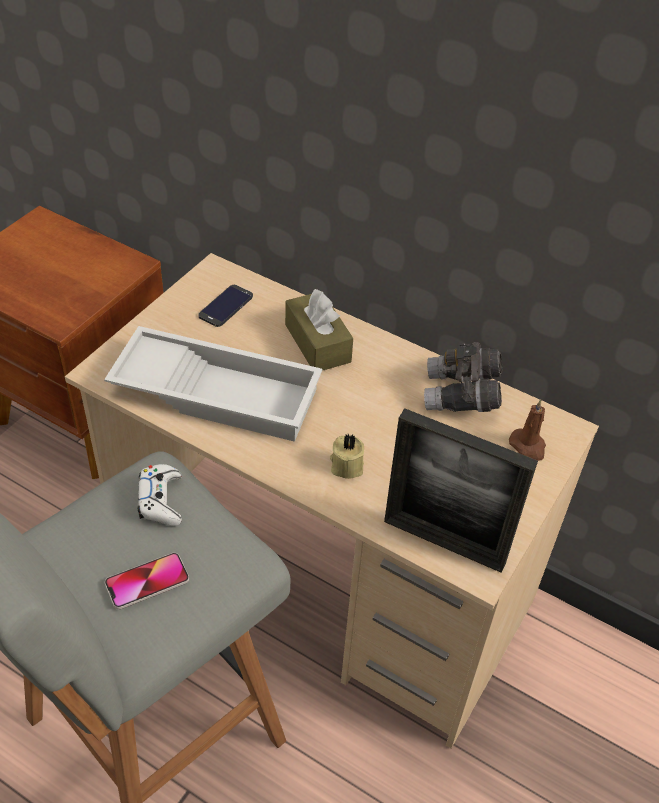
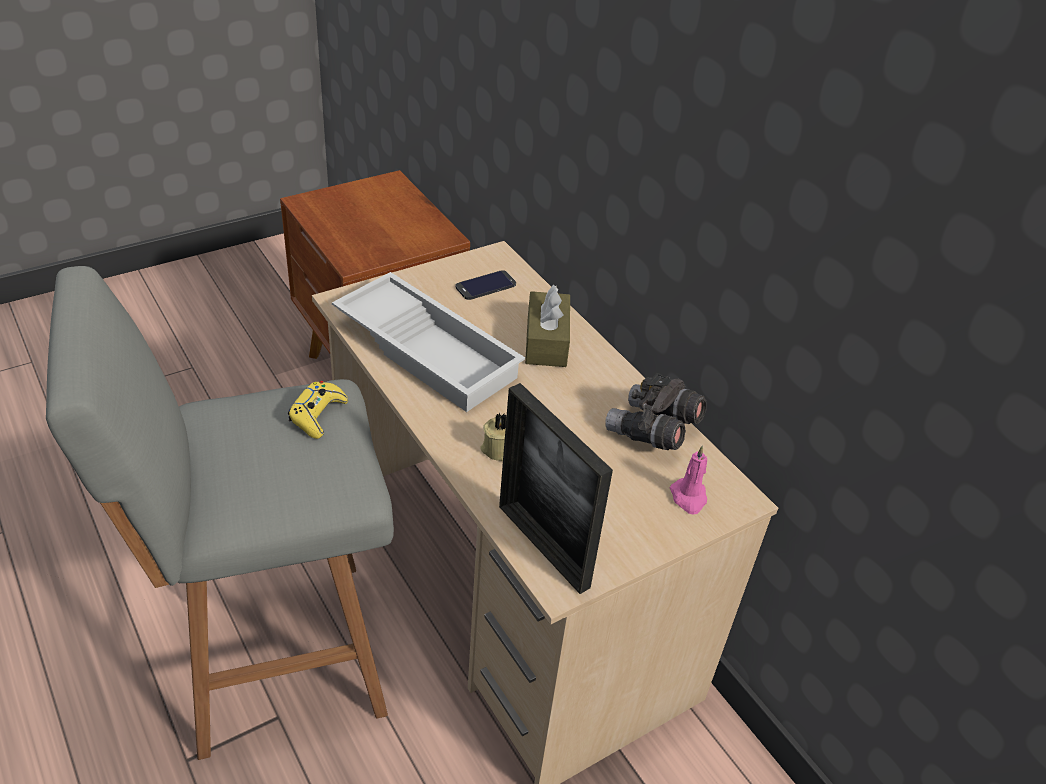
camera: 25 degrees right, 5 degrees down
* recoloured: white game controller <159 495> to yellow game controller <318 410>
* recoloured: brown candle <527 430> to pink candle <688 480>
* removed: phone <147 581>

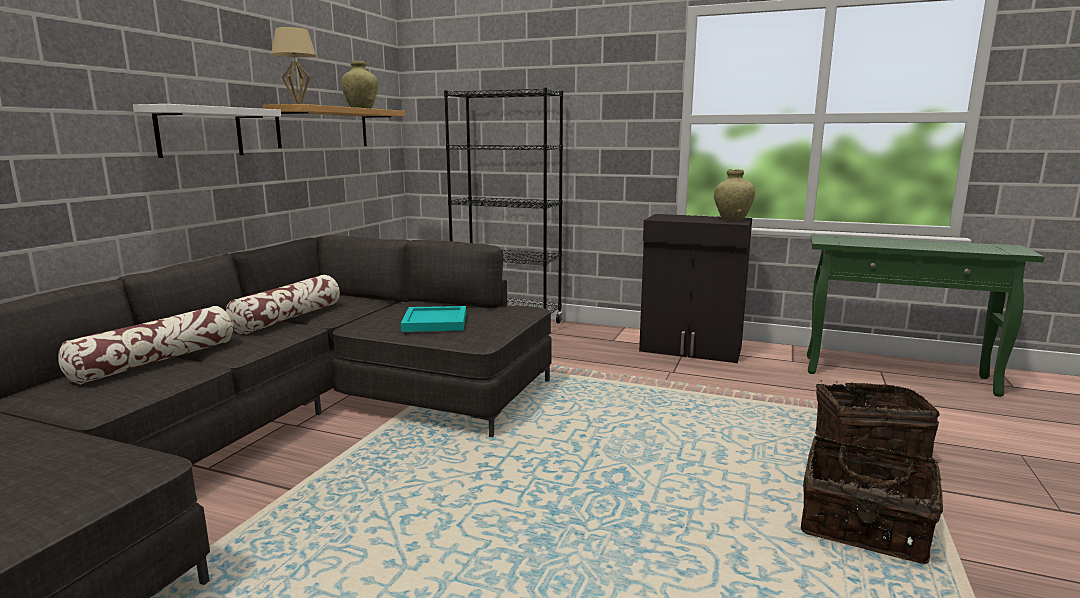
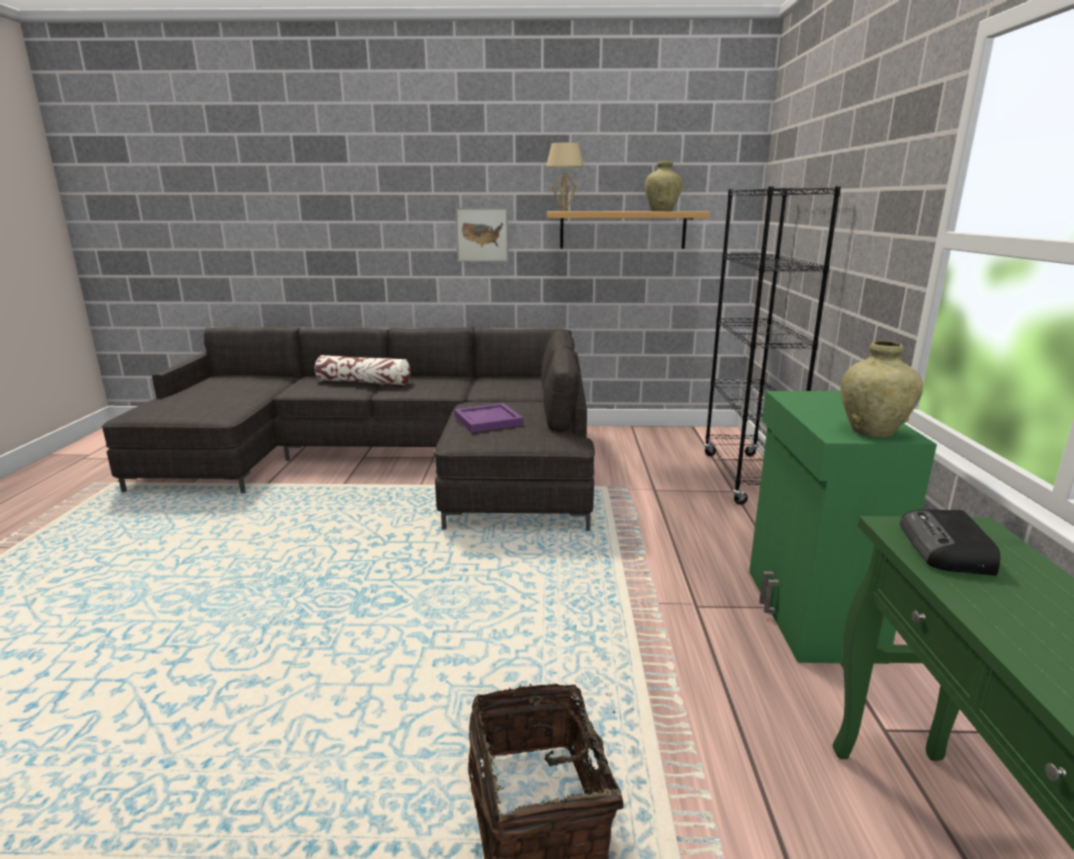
camera: 70 degrees right, 5 degrees up
* recoloured: turquoise tray <433 319> to purple tray <488 418>
* replaced: white shelf <207 131> to picture <482 235>
* recoloured: black cabinet <695 288> to green cabinet <843 527>
* added: radio <950 542>
* removed: pillow <283 304>
* removed: basket <872 500>

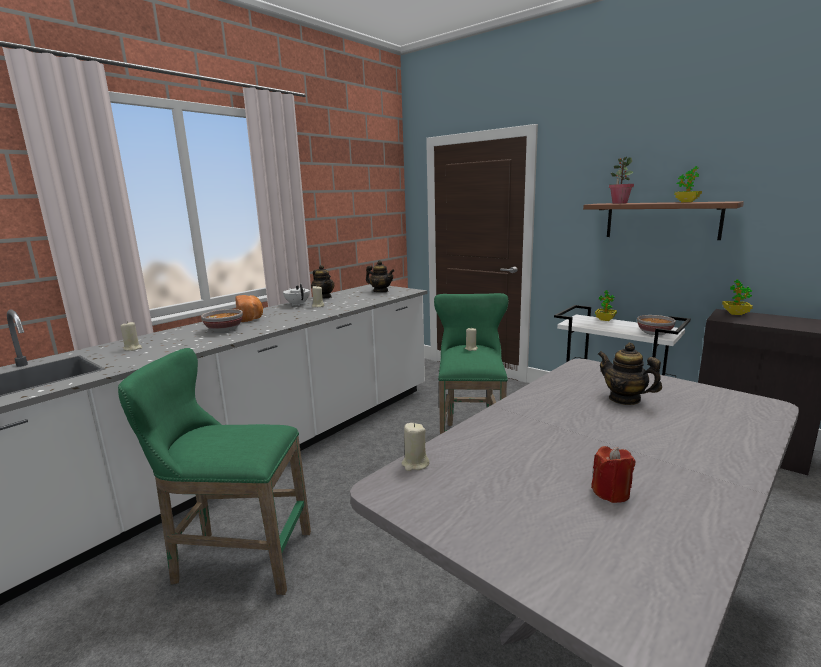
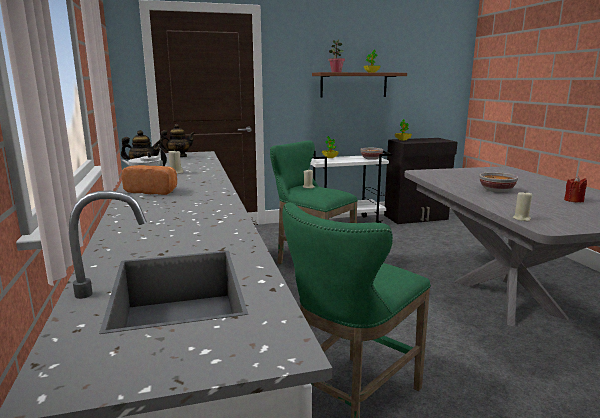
camera: 55 degrees left, 0 degrees up
* moved: bowl <222 320> to <498 182>
* removed: beige candle <131 336>
* removed: teapot <630 374>

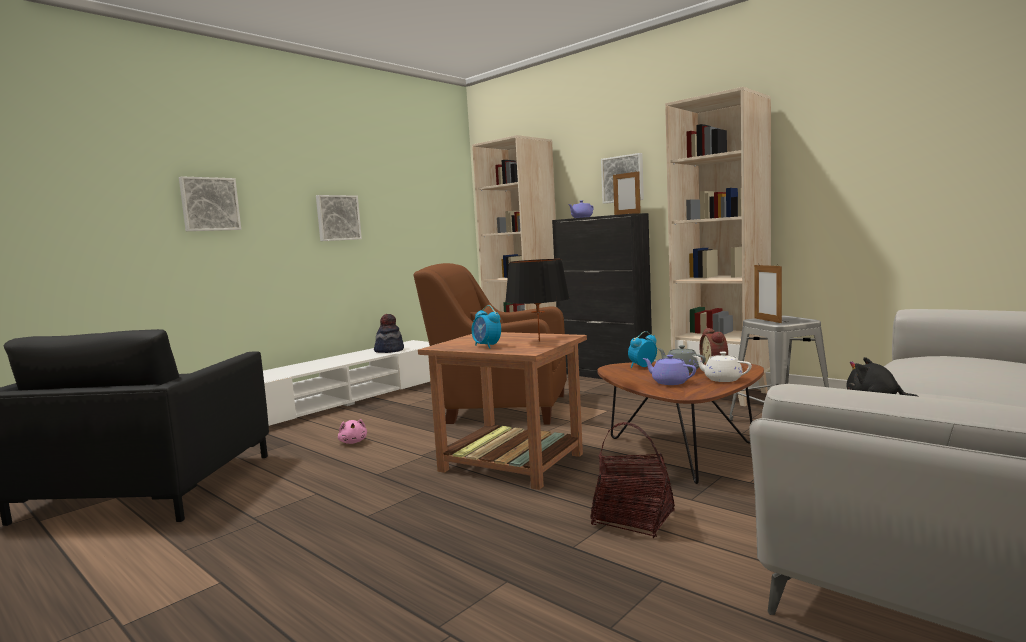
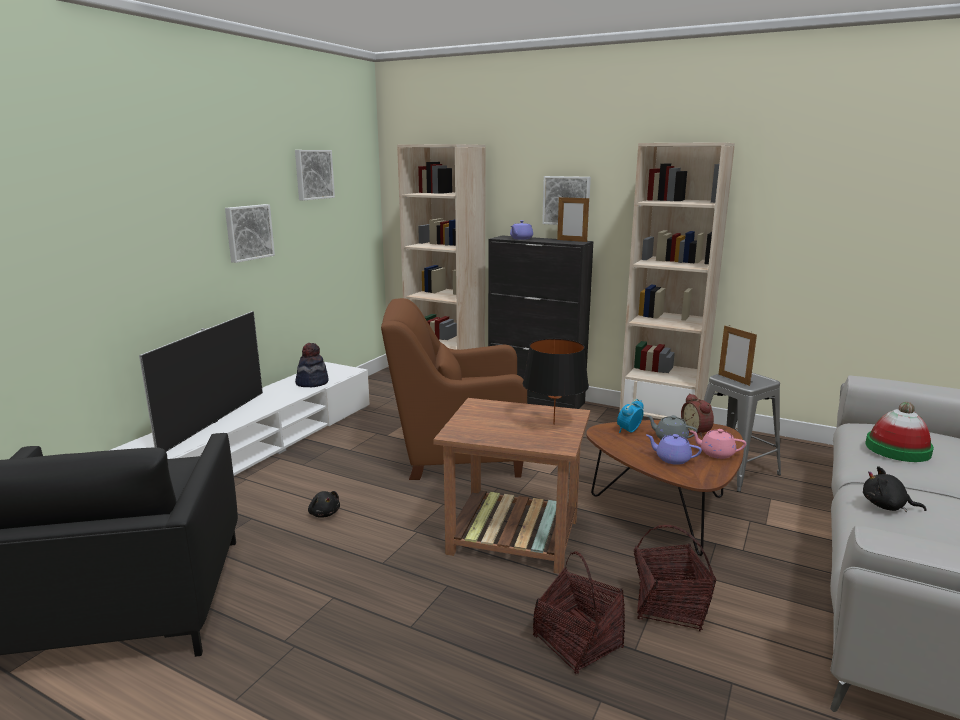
camera: 15 degrees left, 10 degrees up
* added: television <201 381>
* moved: picture <210 203> to <315 175>
* recoloured: pink plush toy <352 431> to black plush toy <324 504>
* added: basket <579 612>
* recoloured: white teapot <722 367> to pink teapot <718 444>
* added: hat <899 432>
* removed: alarm clock <486 326>

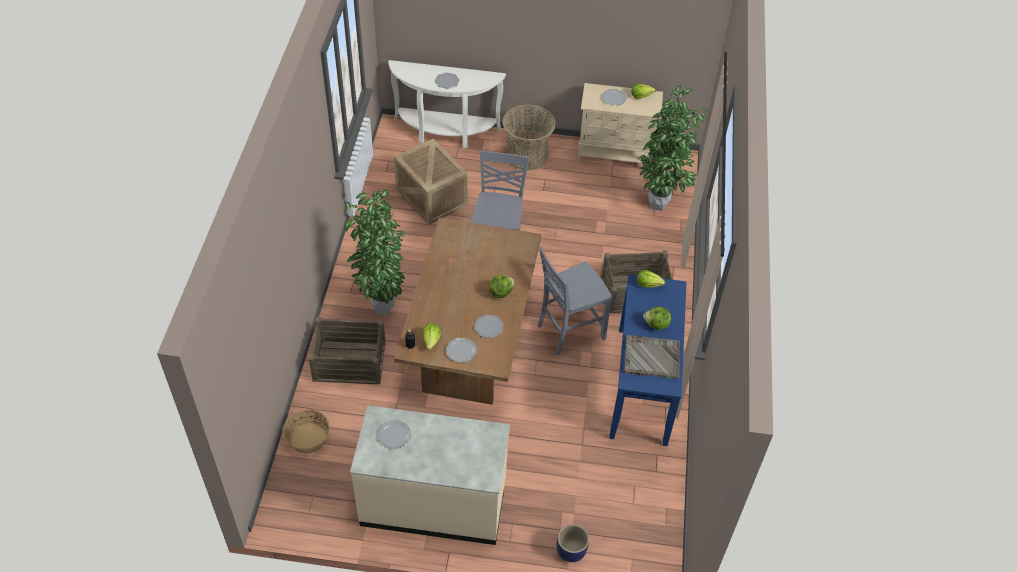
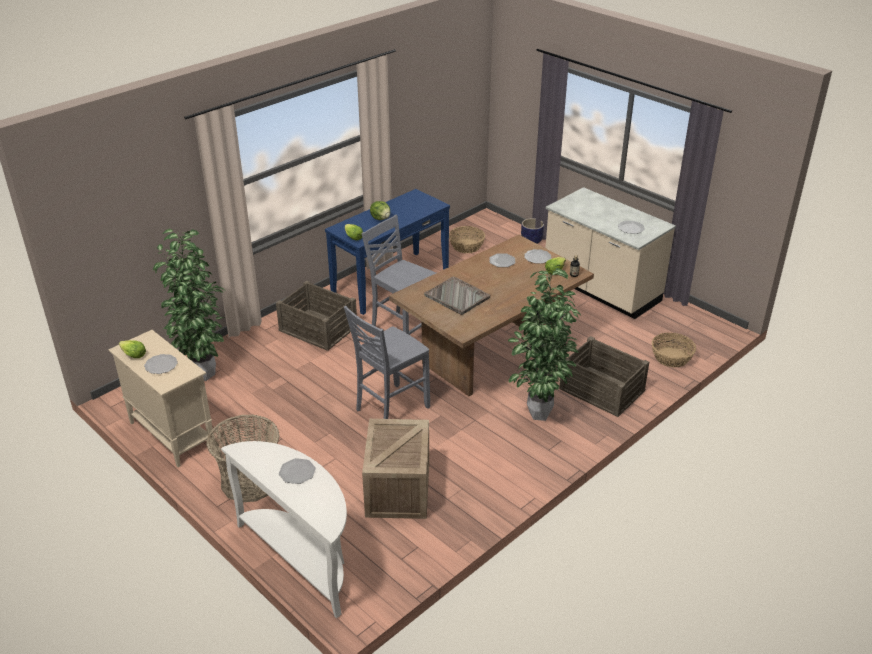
camera: 140 degrees left, 15 degrees down
* turned: grey chair <575 301> = <398 275> 150 degrees counterclockwise
* moved: grey tray <652 357> to <457 295>
* added: basket <467 239>
* removed: lettuce <502 286>

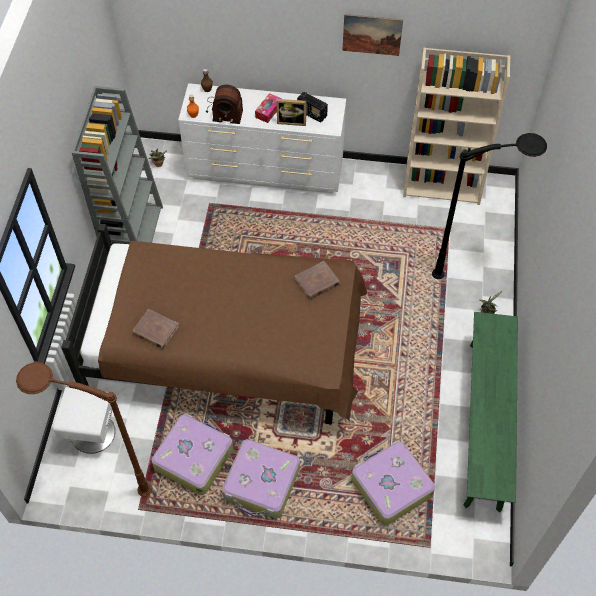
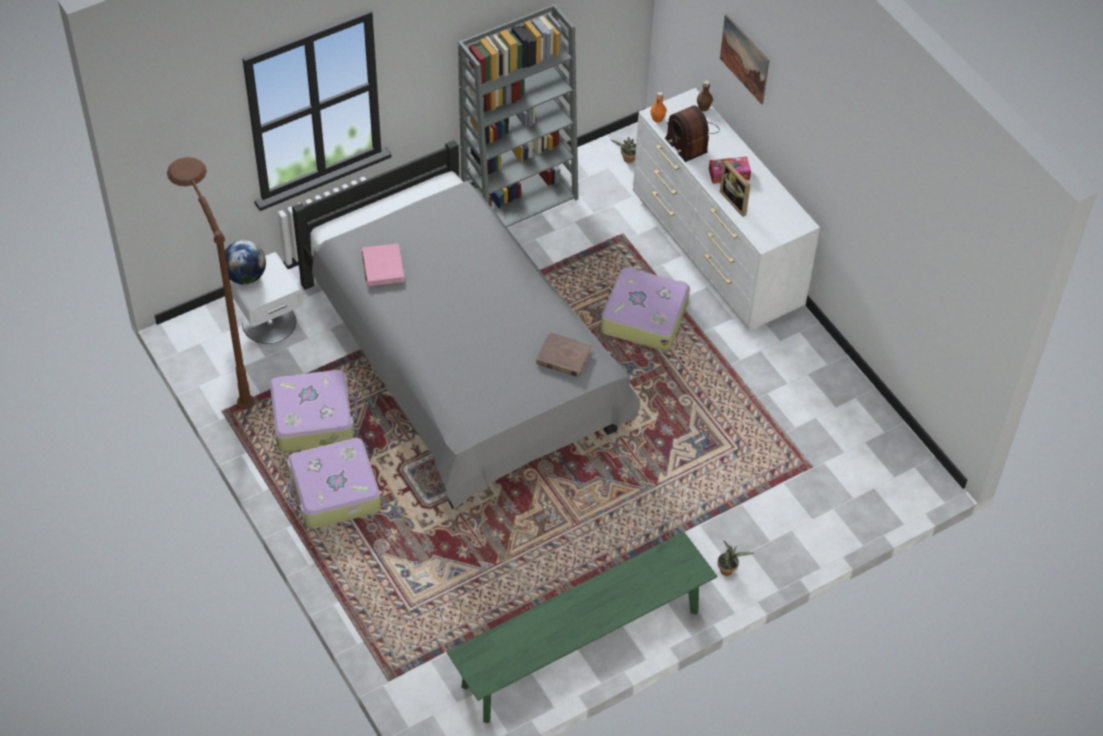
camera: 50 degrees right, 5 degrees down
* added: globe <245 262>
* recoloured: brown bed <214 324> to grey bed <466 324>
* recoloured: brown book <155 329> to pink book <382 264>
* moved: suitcase <393 483> to <645 309>
* moved: picture <372 35> to <744 59>
* removed: radio <312 107>
* removed: beige bookcase <456 126>
* removed: black floor lamp <489 206>

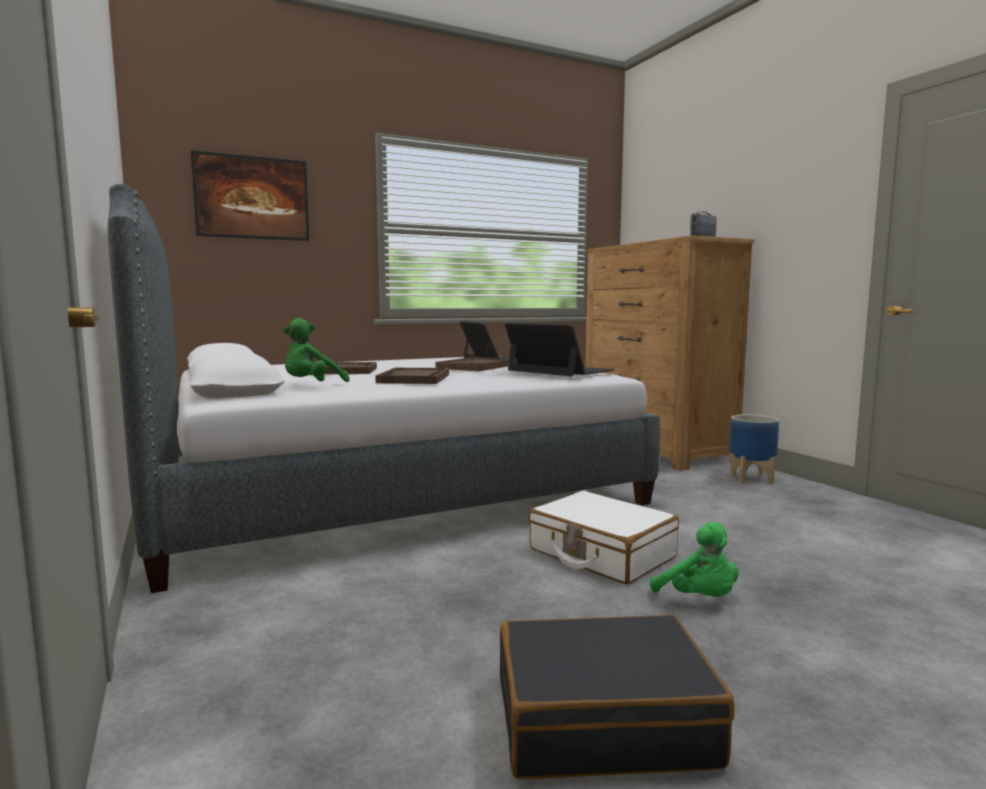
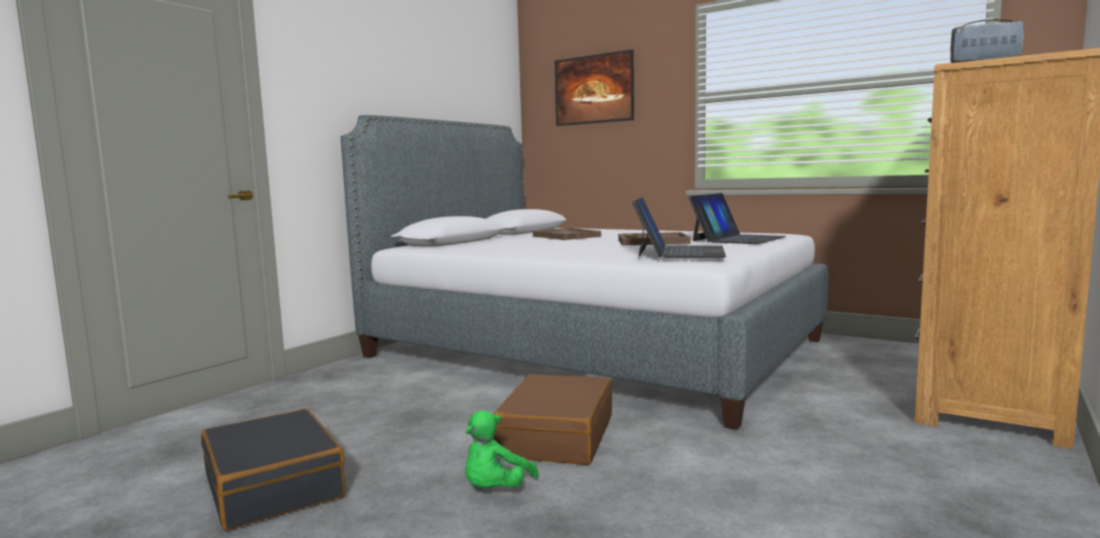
camera: 60 degrees right, 0 degrees up
* recoloured: white suitcase <604 537> to brown suitcase <552 419>
* removed: green plush toy <317 350>
* removed: brown tray <412 376>
* removed: planter <754 449>

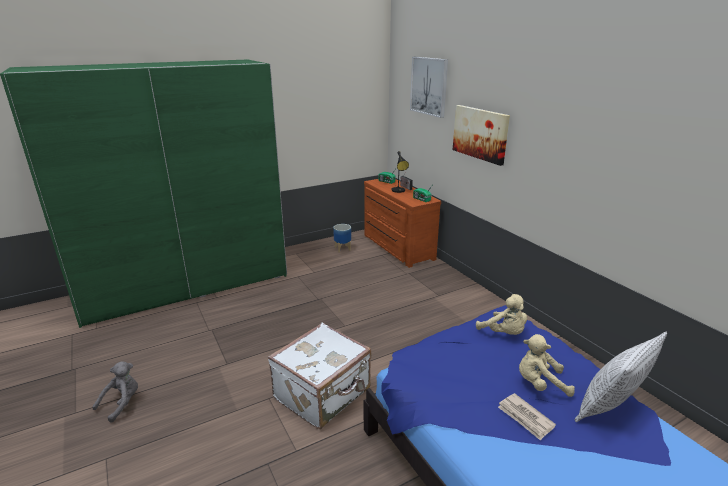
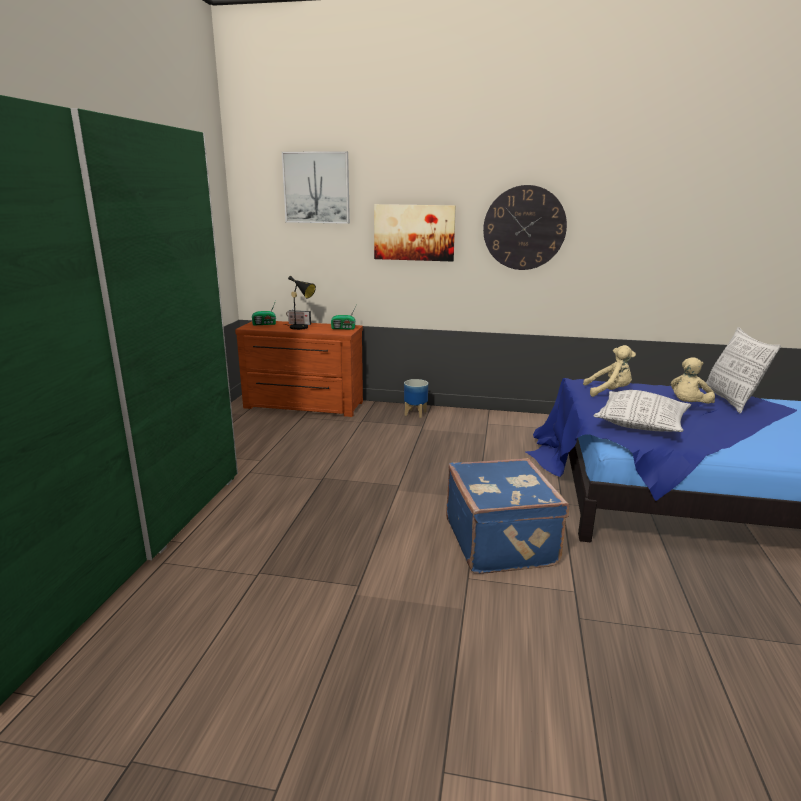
camera: 50 degrees left, 5 degrees down
* moved: planter <342 238> to <416 398>
* recoloured: white suitcase <319 375> to blue suitcase <507 516>
* added: wall clock <525 227>
* added: pillow <642 411>
* removed: grey plush toy <115 392>
* removed: newspaper <527 417>

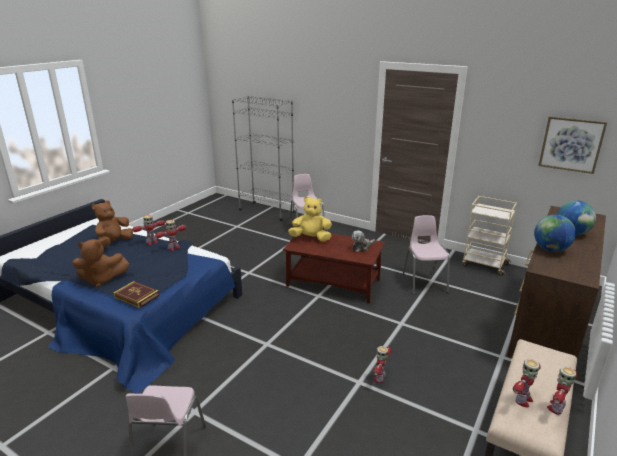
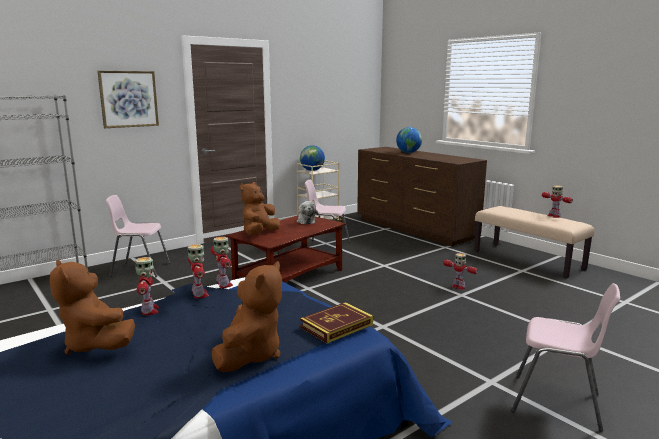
camera: 70 degrees left, 10 degrees down
* moved: picture <572 145> to <128 99>
* moved: toy robot <527 383> to <222 262>
* recoloured: yellow plush toy <310 219> to brown plush toy <260 208>
* moved: globe <555 233> to <312 158>

